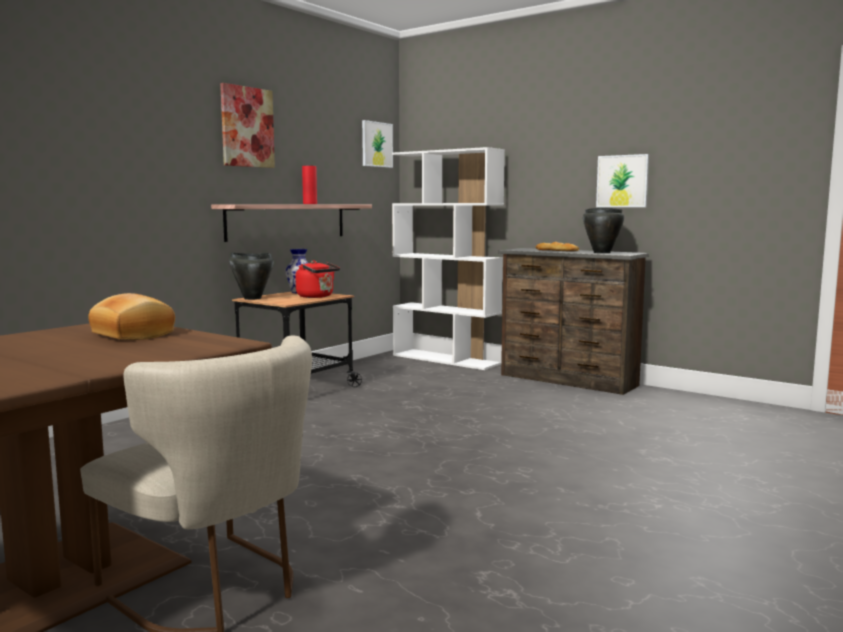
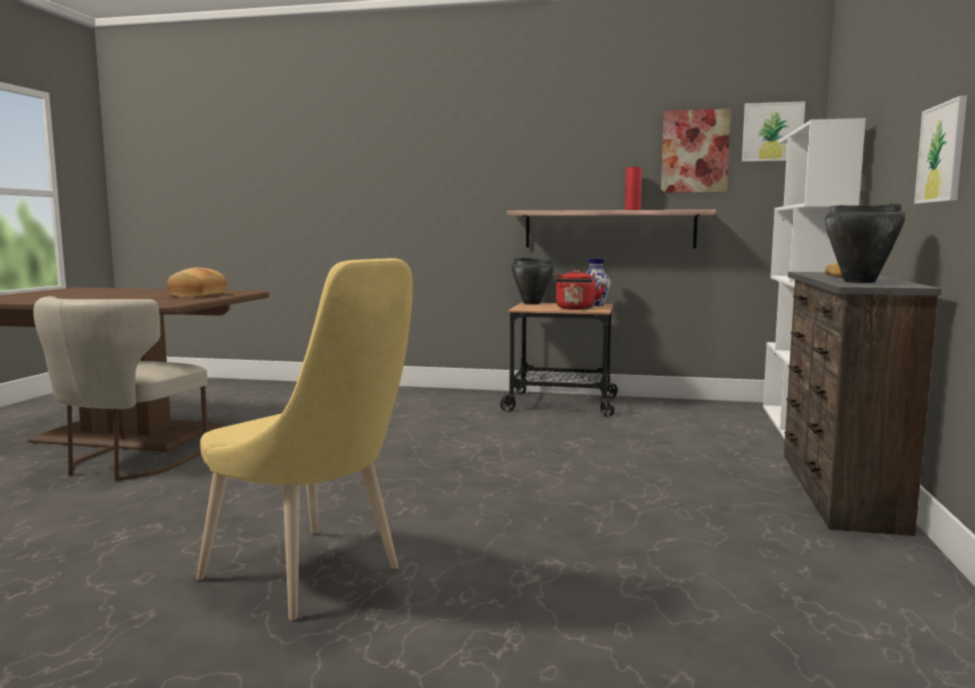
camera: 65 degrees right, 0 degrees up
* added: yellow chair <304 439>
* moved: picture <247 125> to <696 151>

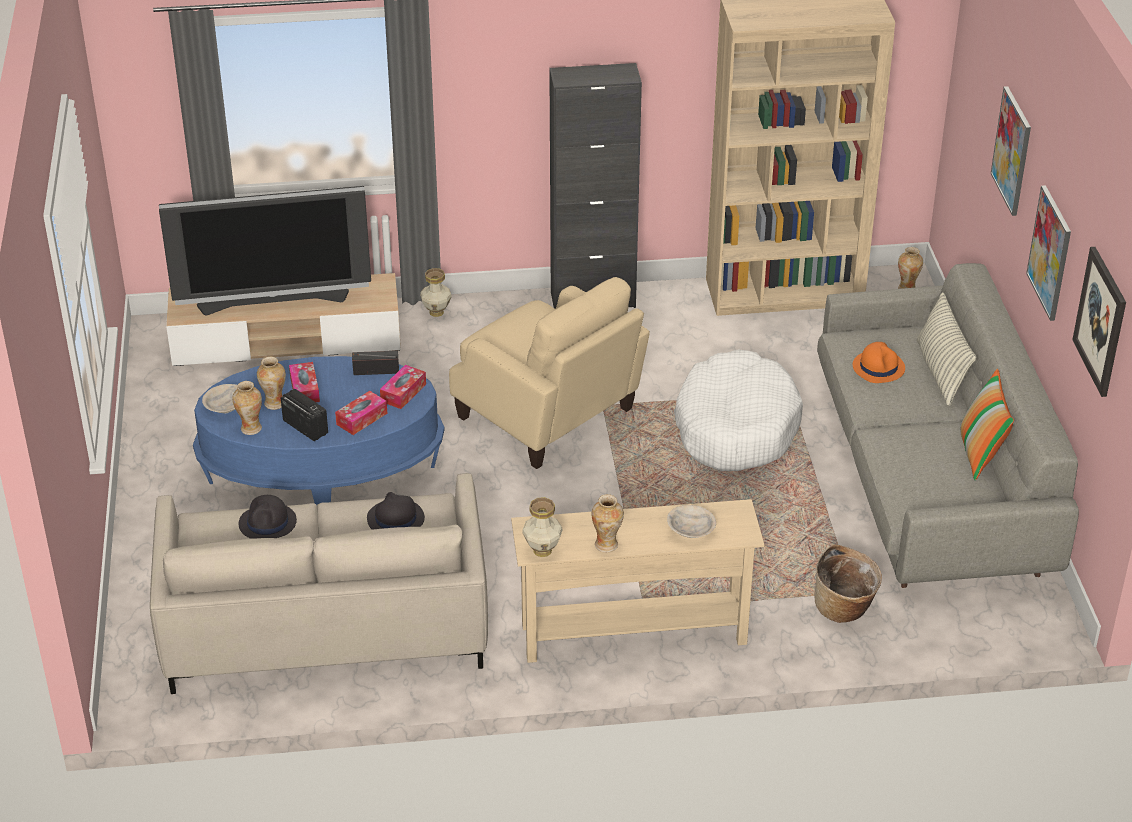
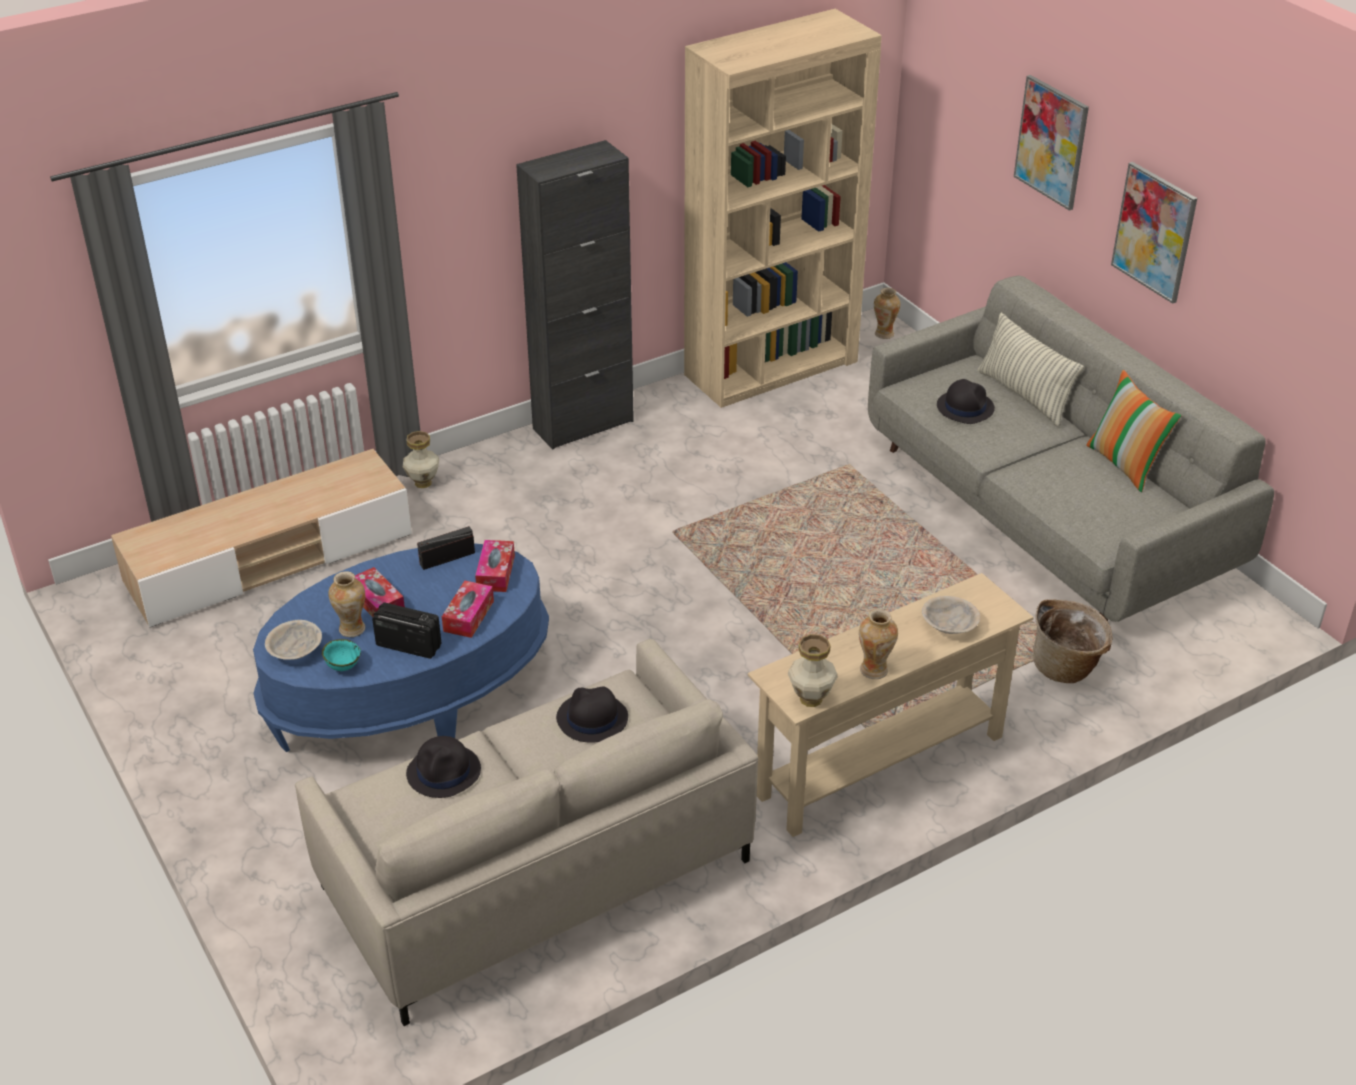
camera: 25 degrees left, 0 degrees up
* replaced: vase <247 408> to turquoise bowl <341 655>
* recoloured: orange hat <879 362> to black hat <966 401>
* removed: television <265 251>
* removed: beige armchair <549 373>
* removed: white dog bed <738 410>
* removed: picture <1099 322>

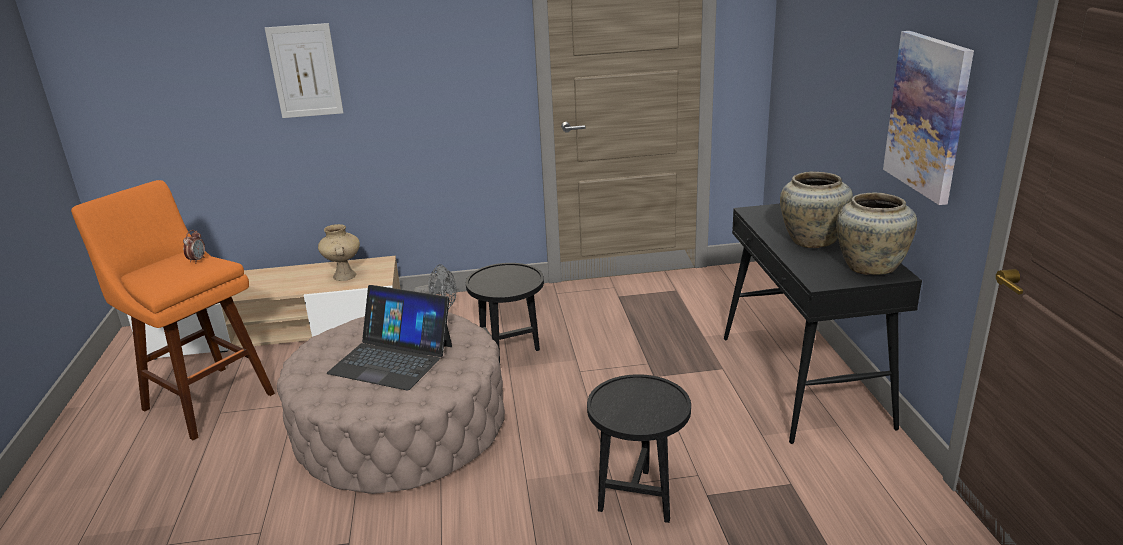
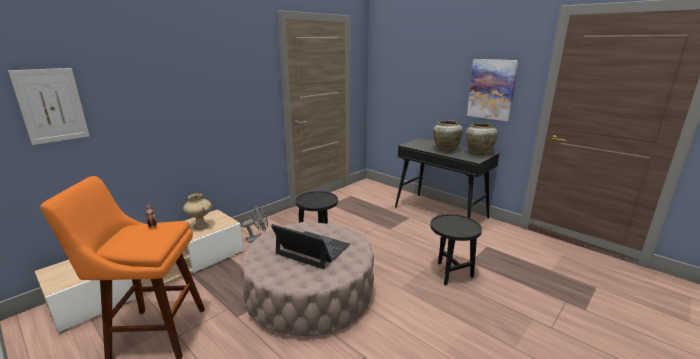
camera: 40 degrees left, 5 degrees down
* moved: picture <304 70> to <48 106>
* turned: laptop <389 338> = <310 246> 135 degrees counterclockwise

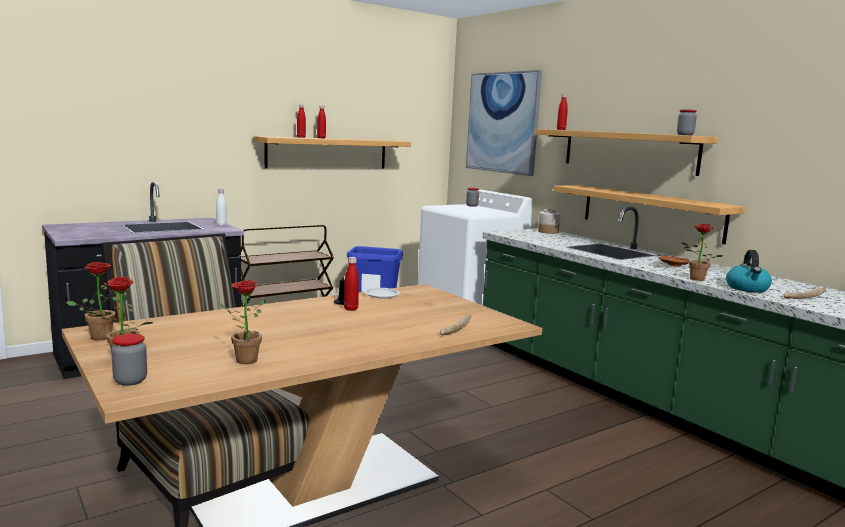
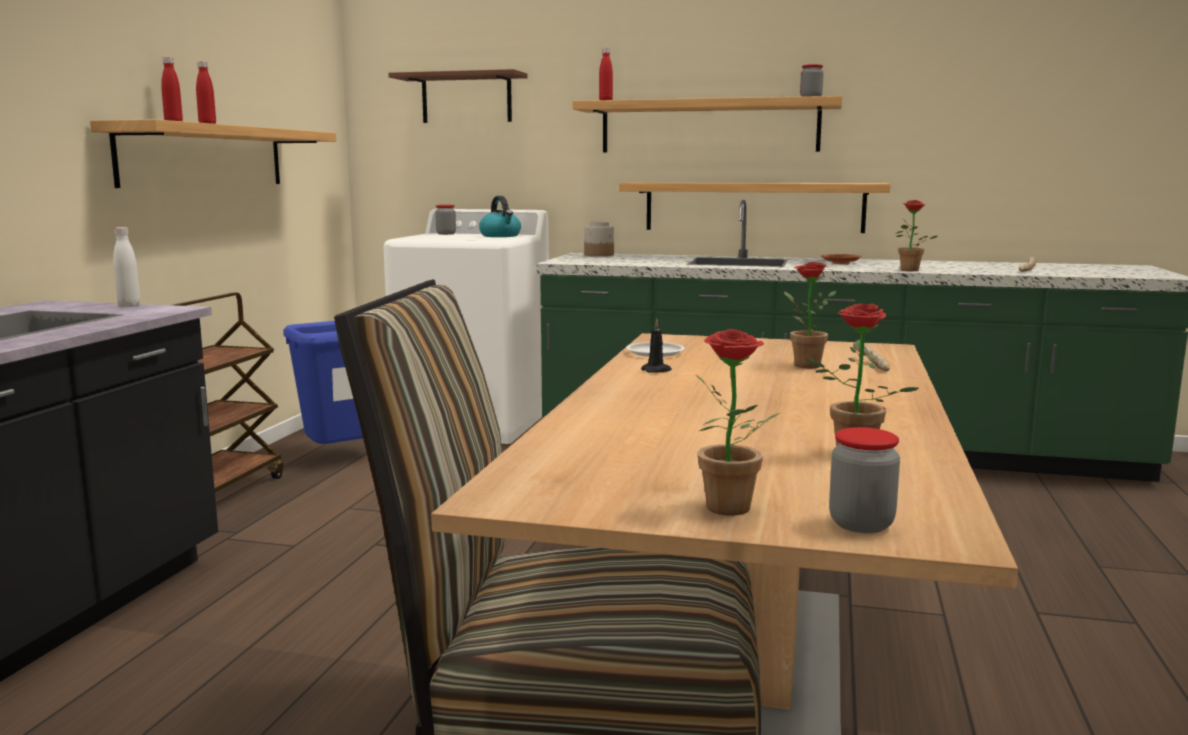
camera: 40 degrees left, 0 degrees up
* replaced: picture <504 123> to brown shelf <457 96>
* moved: kettle <749 271> to <500 216>
* moved: potted plant <93 301> to <810 315>
* removed: red bottle <351 284>

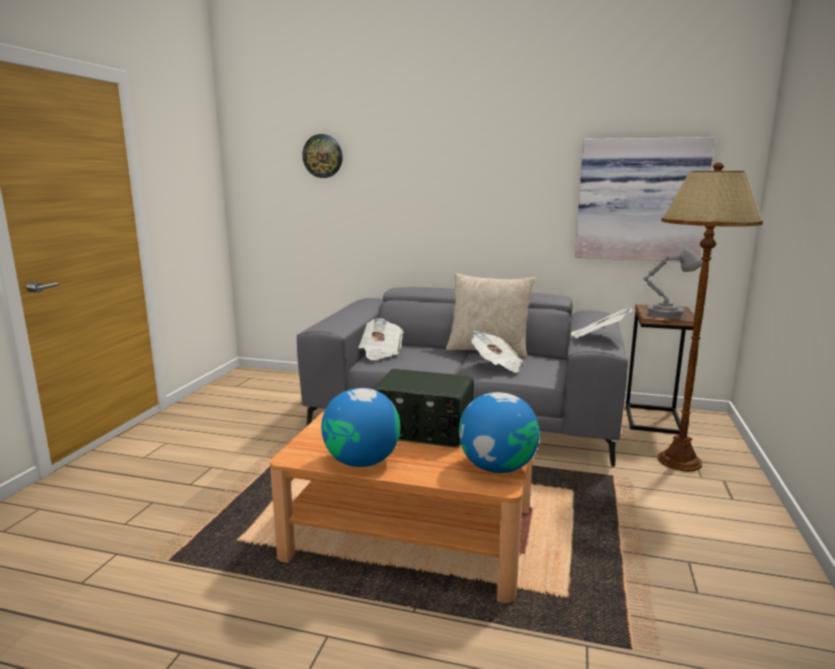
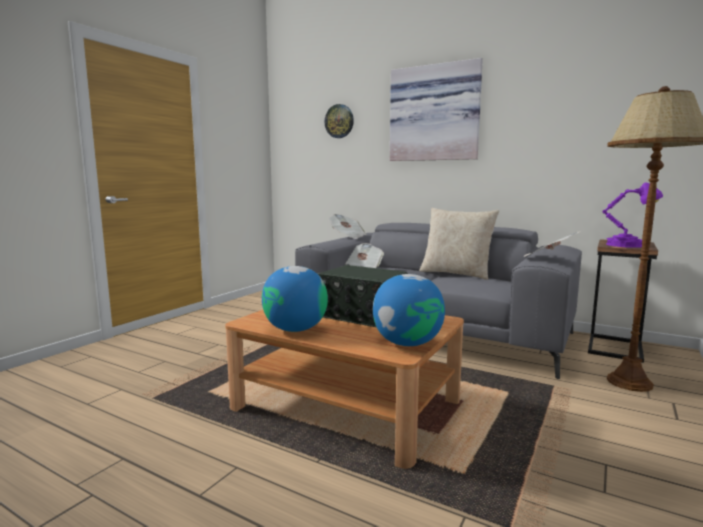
camera: 15 degrees right, 5 degrees down
* moved: newspaper <497 352> to <347 226>
* moved: picture <645 199> to <436 109>
* recoloured: grey table lamp <673 283> to purple table lamp <632 215>

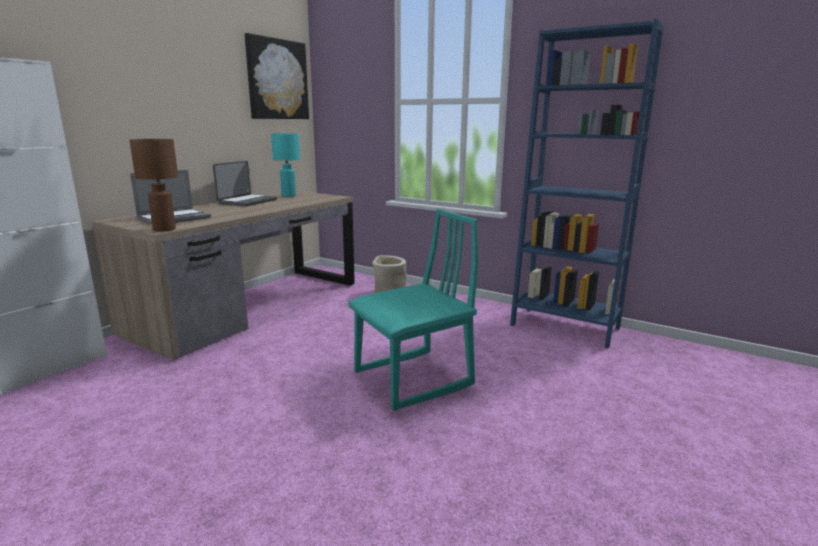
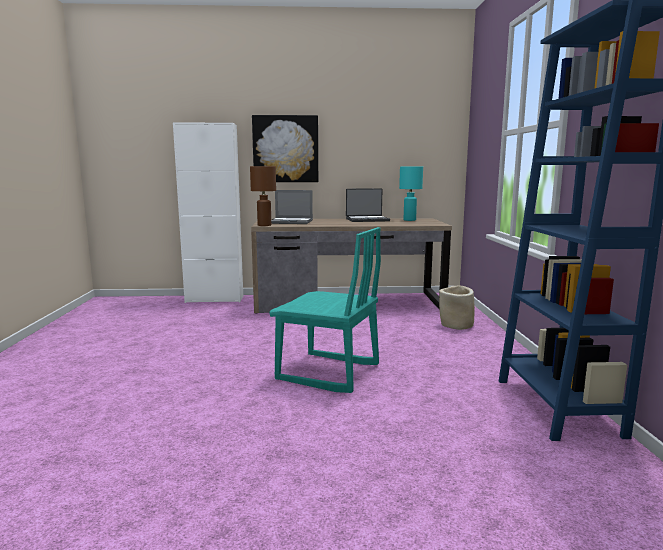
camera: 55 degrees right, 5 degrees down
* moved: picture <277 76> to <285 148>

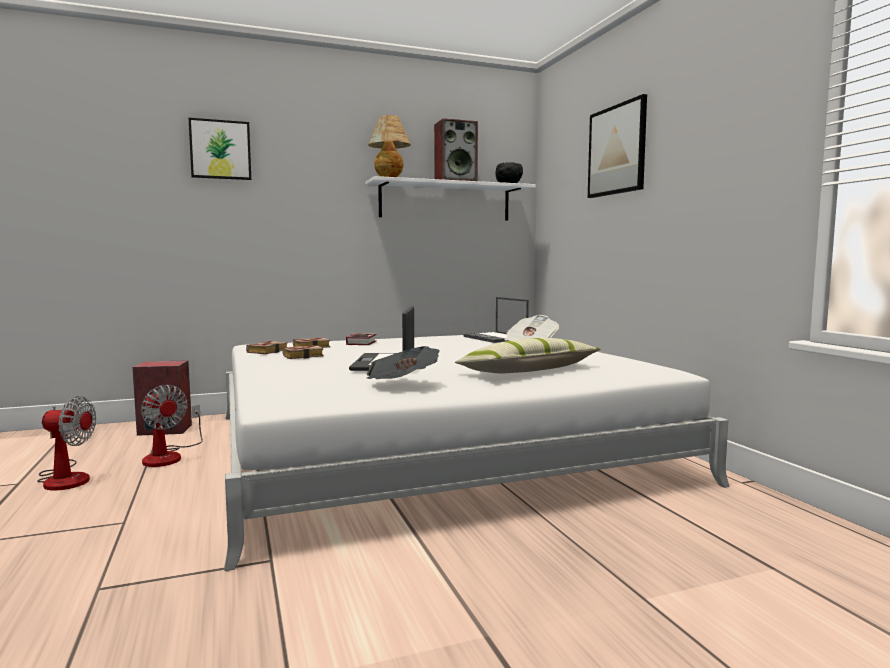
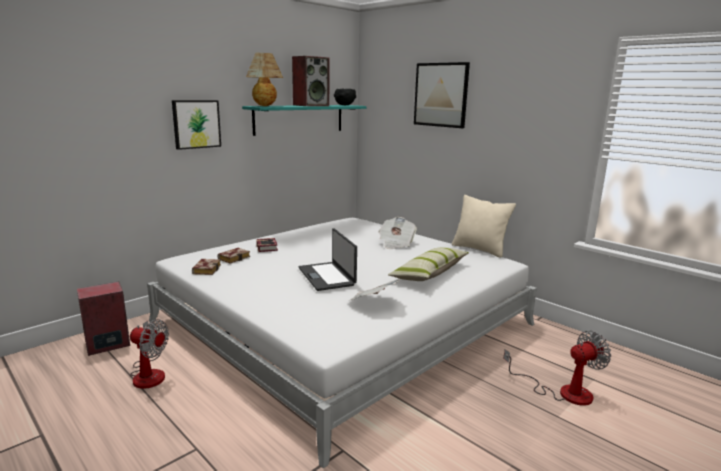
camera: 25 degrees left, 10 degrees up
* moved: picture <220 149> to <196 125>
* recoloured: white shelf <451 198> to turquoise shelf <304 120>
* added: beige pillow <484 226>
* moved: fan <66 443> to <557 368>
* removed: book <303 352>
* removed: laptop <496 320>

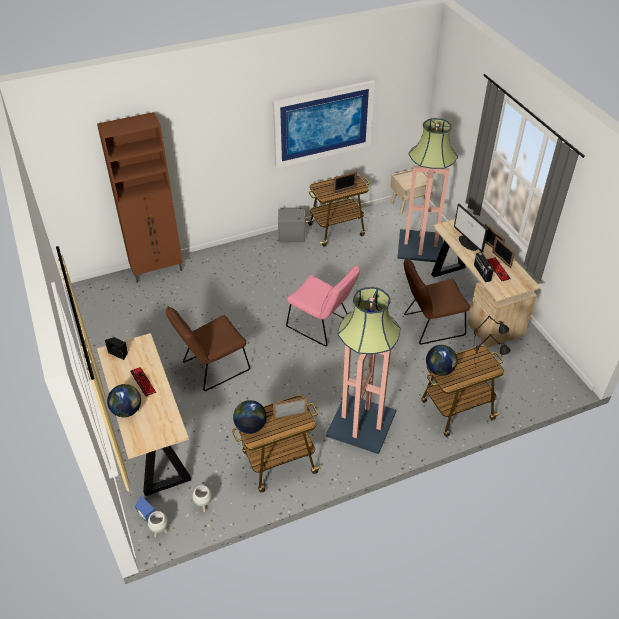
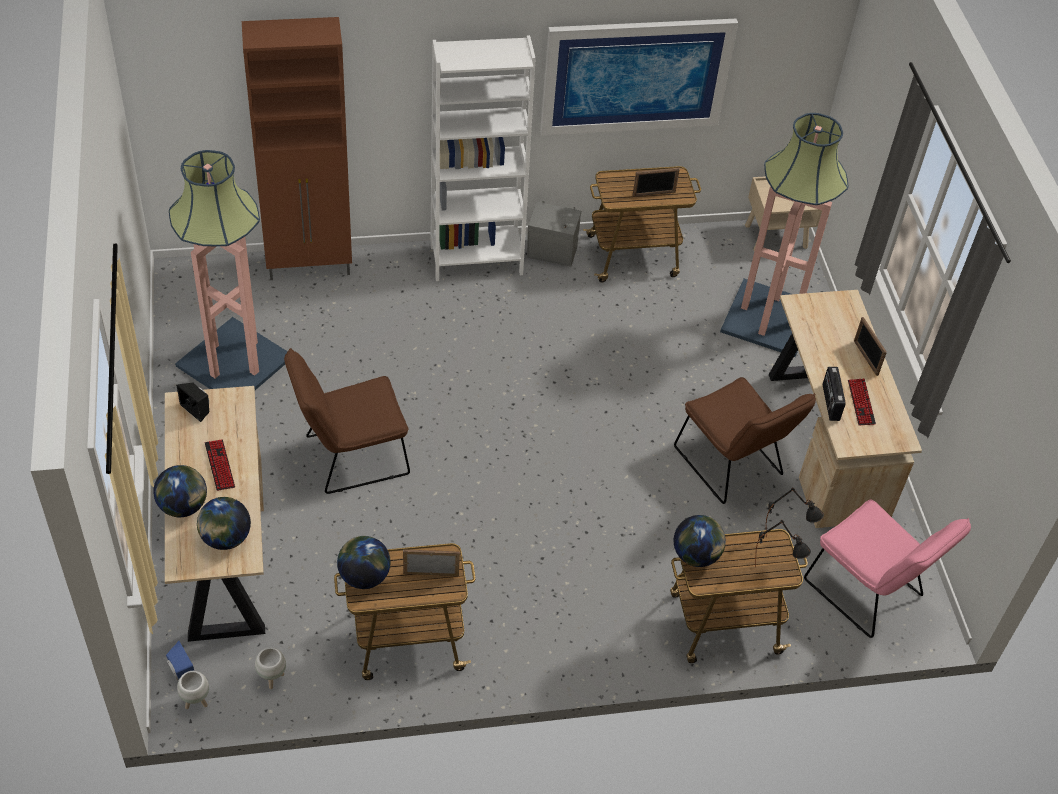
camera: 10 degrees right, 5 degrees up
* moved: floor lamp <363 370> to <228 270>
* added: globe <224 523>
* added: white bookcase <483 158>
* turned: brown chair <437 301> = <745 440> 120 degrees counterclockwise
* moved: pink chair <323 305> to <887 568>
* removed: monitor <471 228>
* removed: picture frame <503 252>

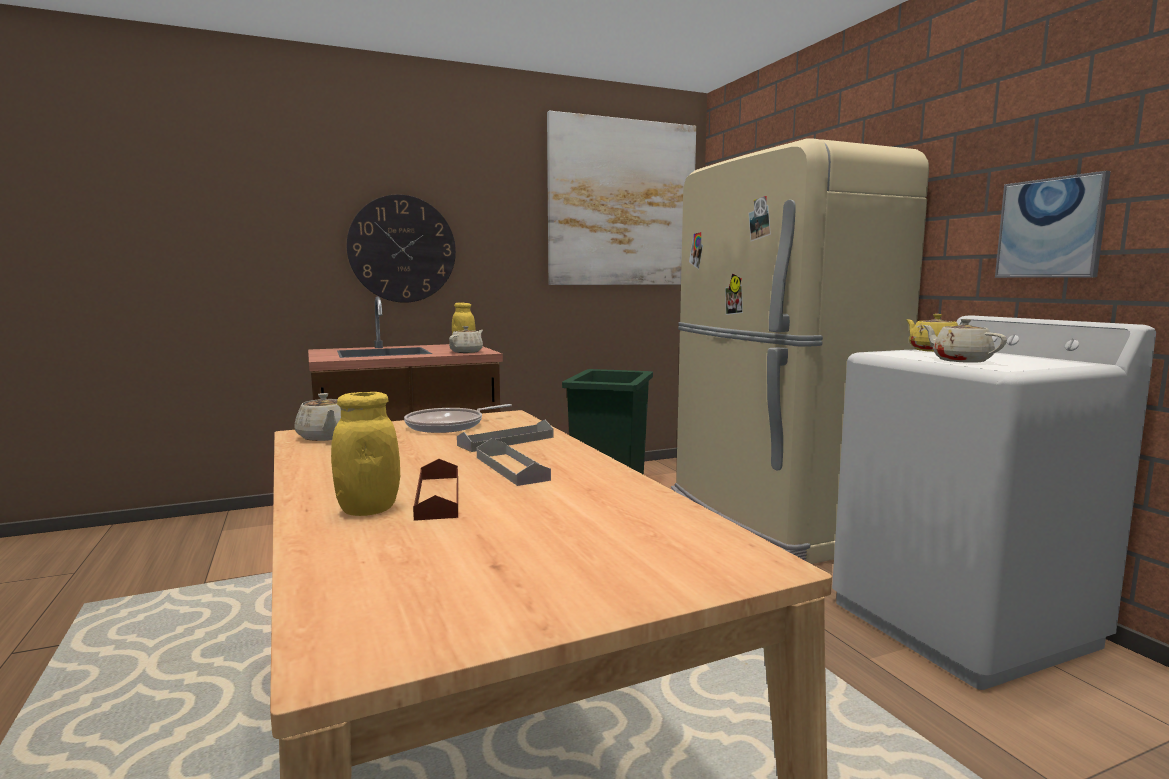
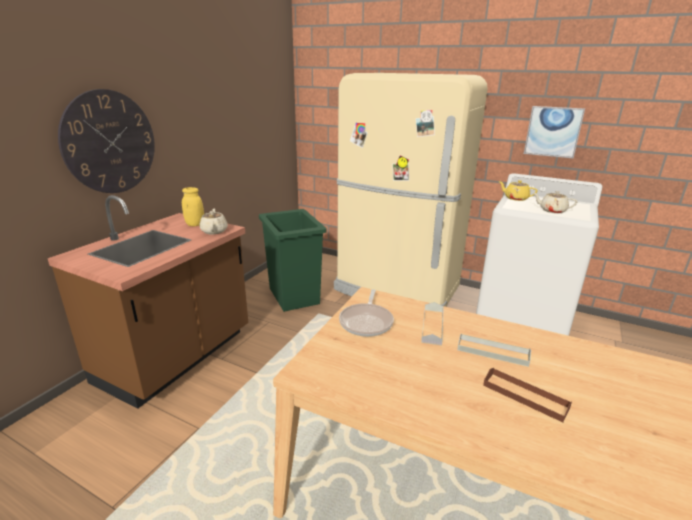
camera: 40 degrees left, 15 degrees up
* removed: beige teapot <317 417>
* removed: yellow jar <365 454>
* removed: picture <621 198>

